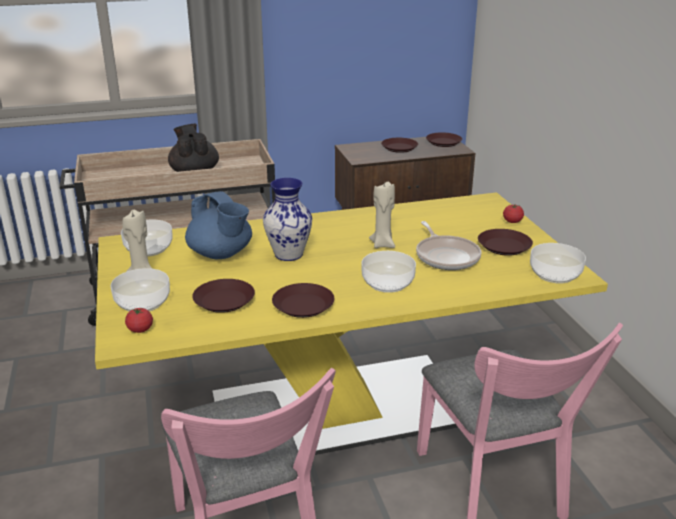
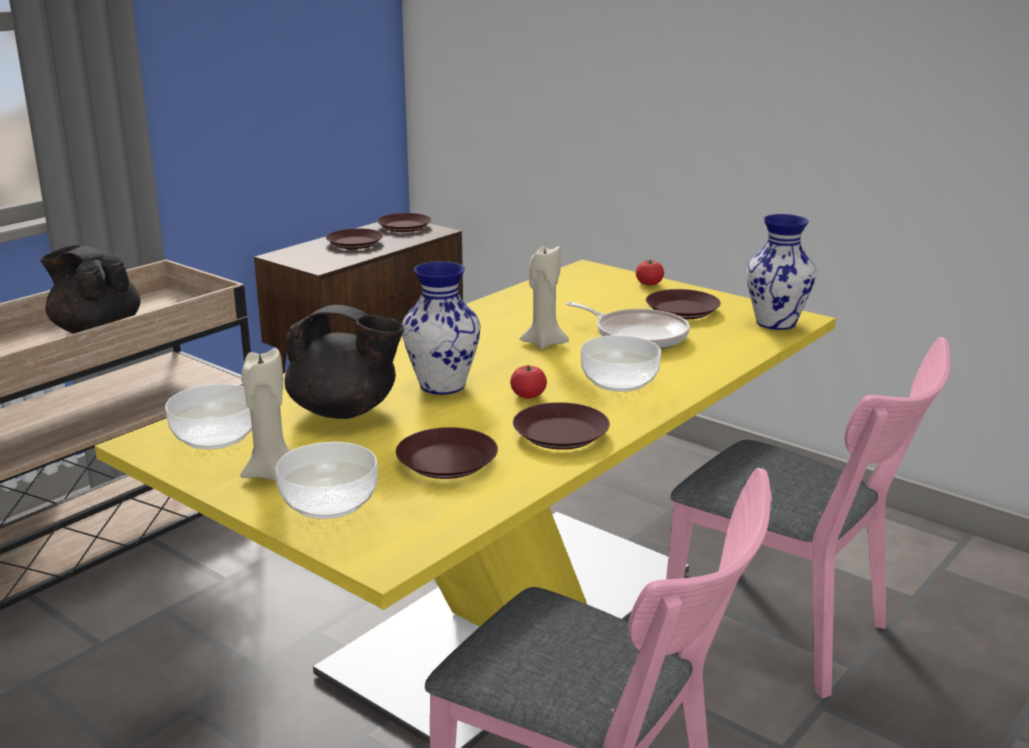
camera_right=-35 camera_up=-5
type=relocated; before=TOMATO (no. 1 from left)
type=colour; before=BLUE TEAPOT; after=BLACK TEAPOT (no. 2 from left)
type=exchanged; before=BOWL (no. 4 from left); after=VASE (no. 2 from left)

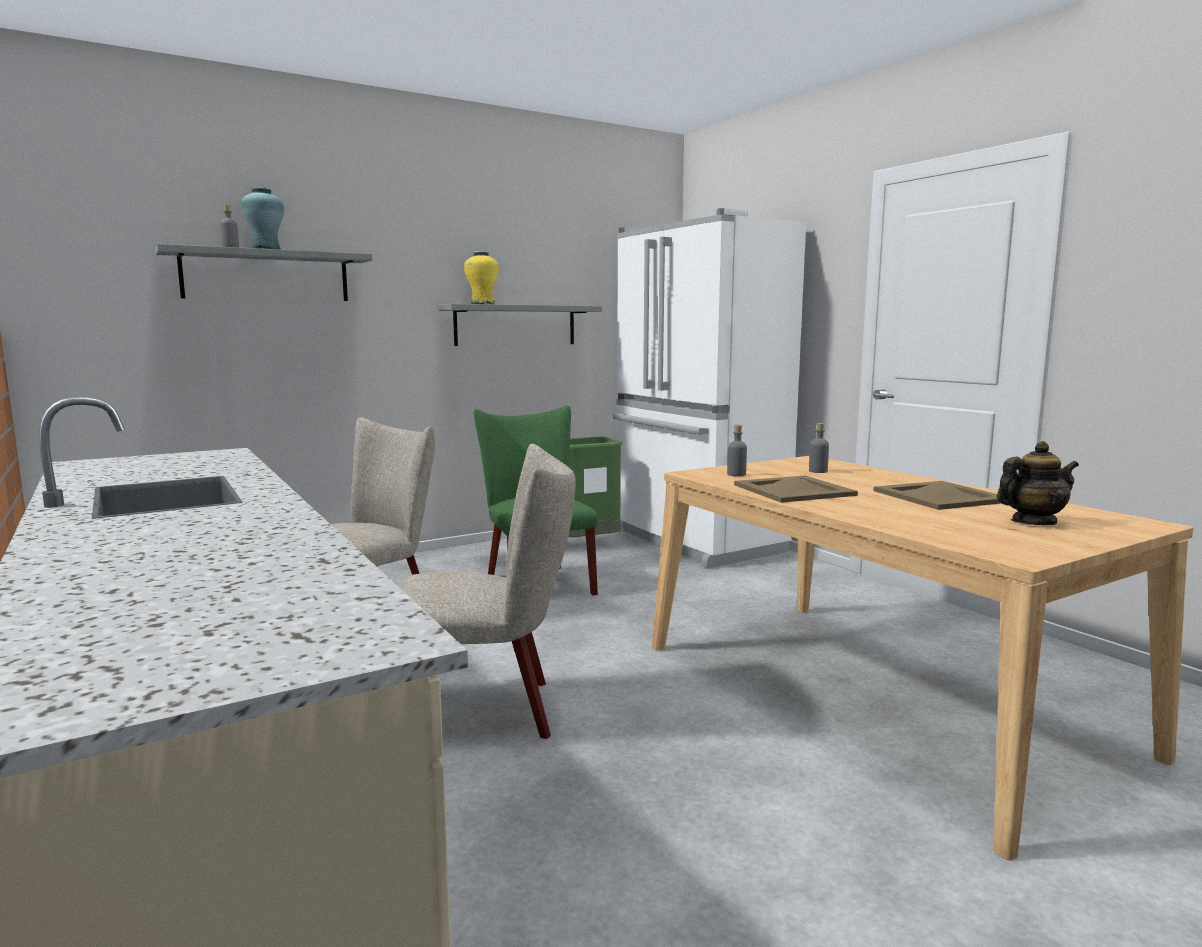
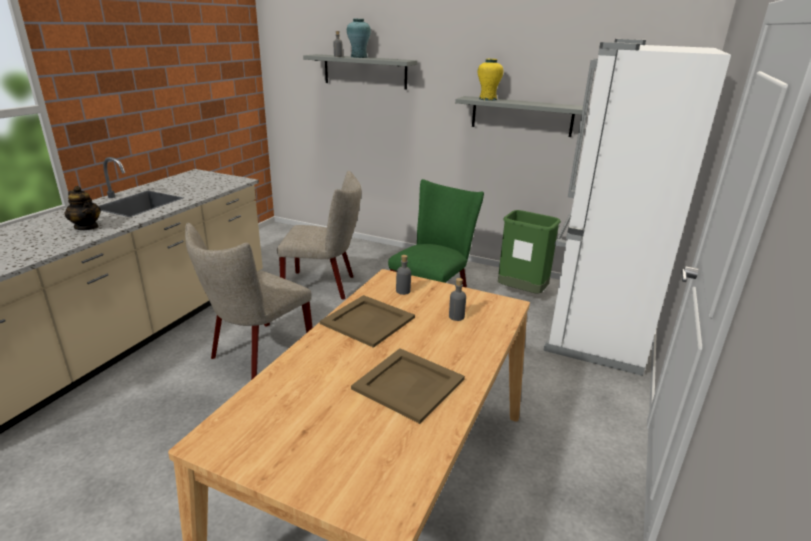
camera_right=55 camera_up=15
type=spun; before=BEIGE CHAIR (no. 2 from left in the first image); turn=75
type=relocated; before=TEAPOT

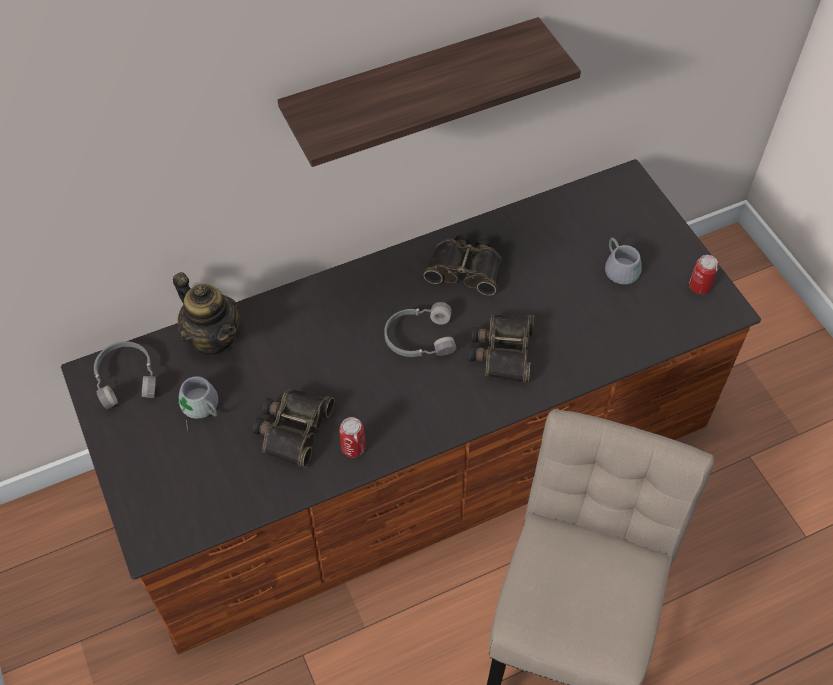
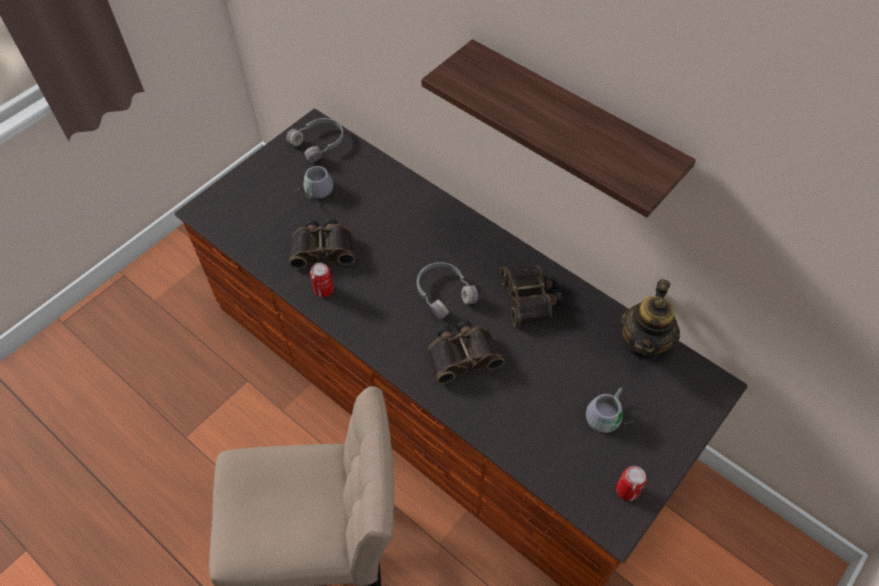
camera_right=65 camera_up=0
type=relocated; before=TEAPOT

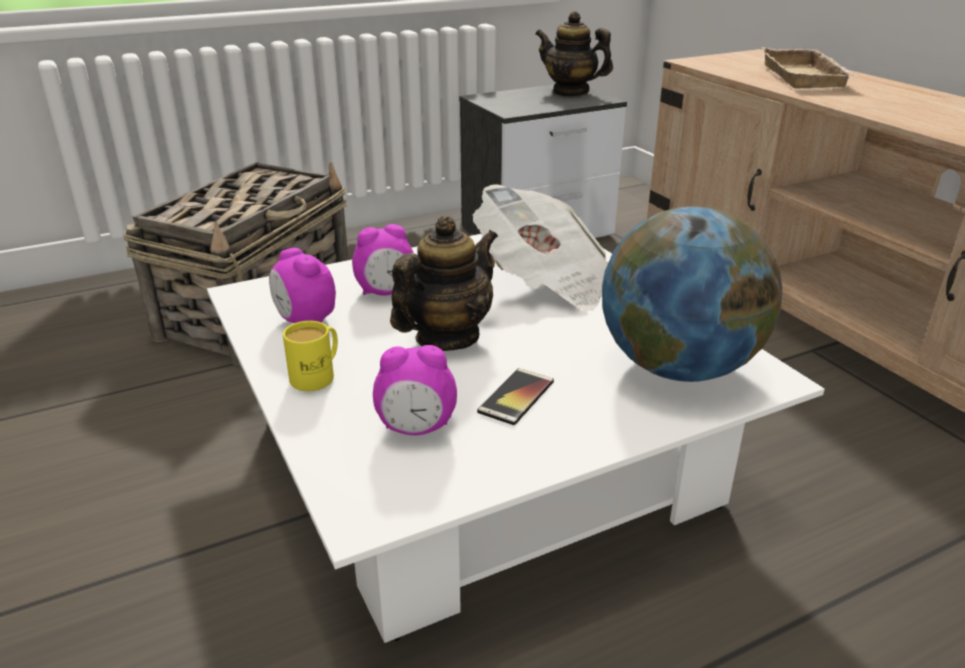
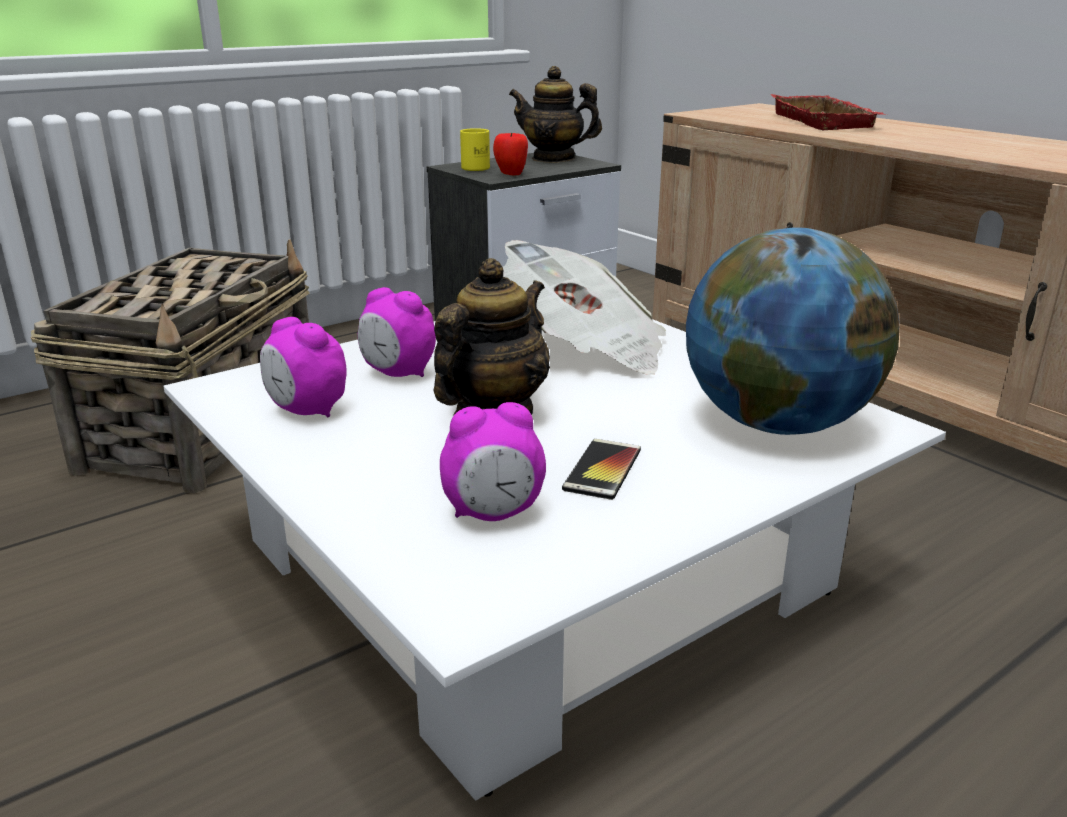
camera_right=-10 camera_up=-5
type=relocated; before=YELLOW MUG
type=spun; before=ALARM CLOCK (no. 2 from left); turn=60
type=colour; before=BEIGE TRAY; after=RED TRAY
type=appeared; after=APPLE

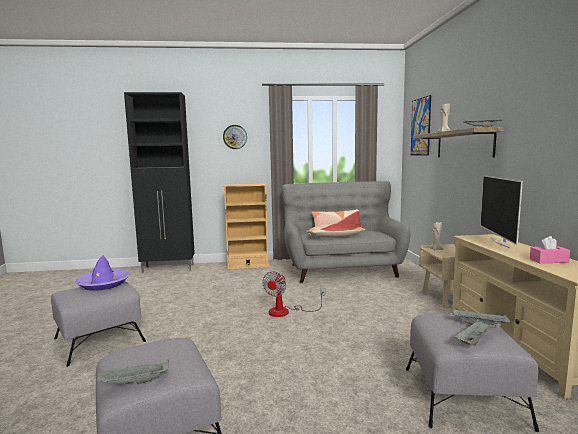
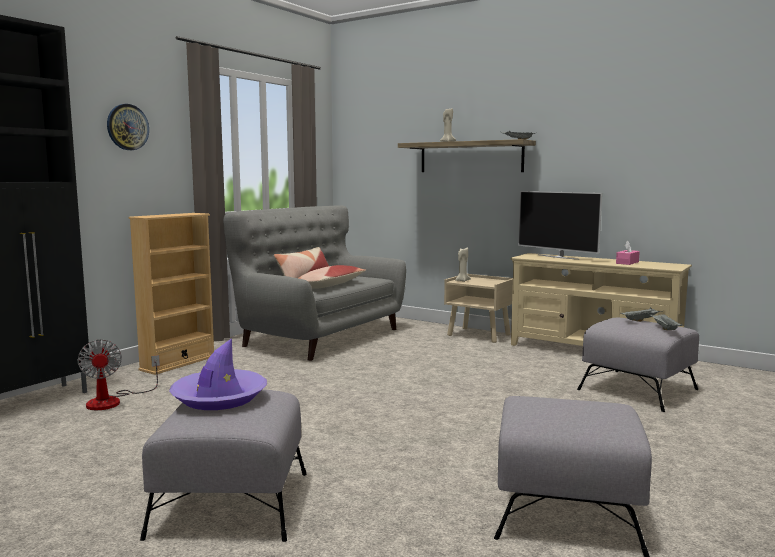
camera_right=-50 camera_up=0
type=missing; before=GREY TRAY (no. 1 from left)
type=relocated; before=FAN
type=missing; before=PICTURE

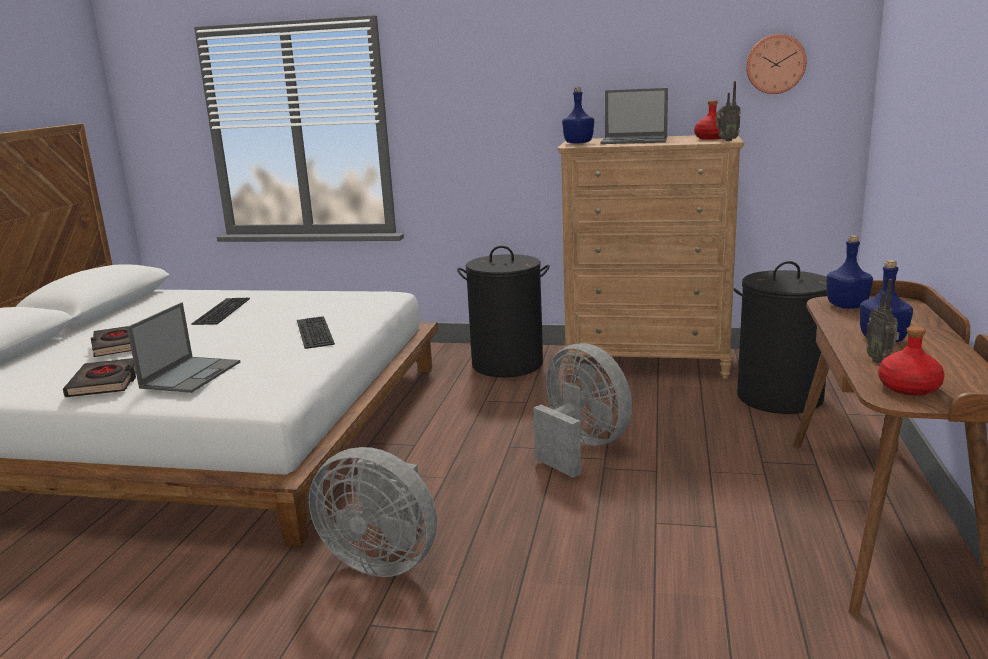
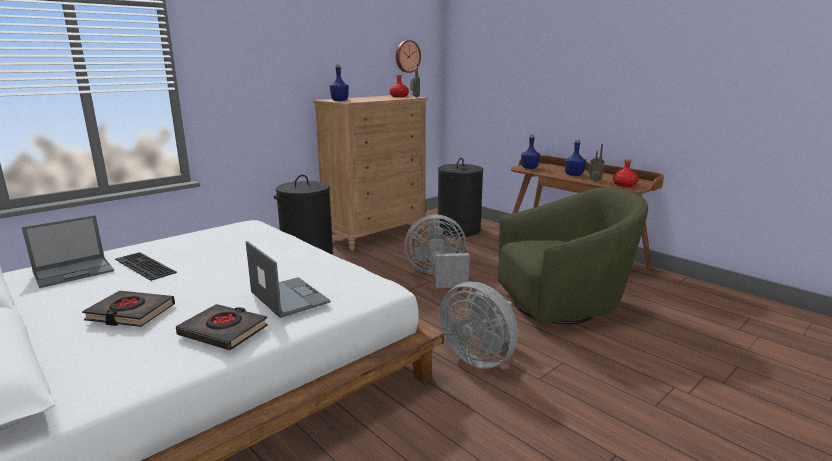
camera_right=-55 camera_up=0
type=missing; before=KEYBOARD (no. 2 from left)
type=spun; before=GREY FAN (no. 1 from left in the first image); turn=75
type=relocated; before=LAPTOP (no. 2 from left in the first image); after=LAPTOP (no. 1 from left)
type=appeared; after=GREEN ARMCHAIR

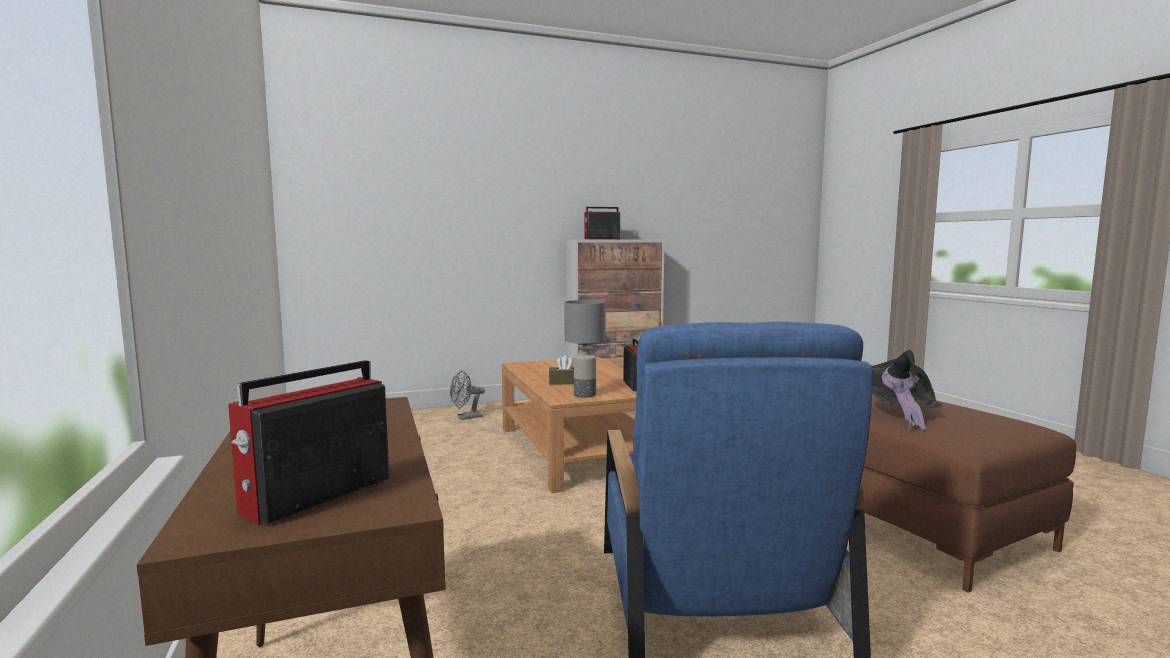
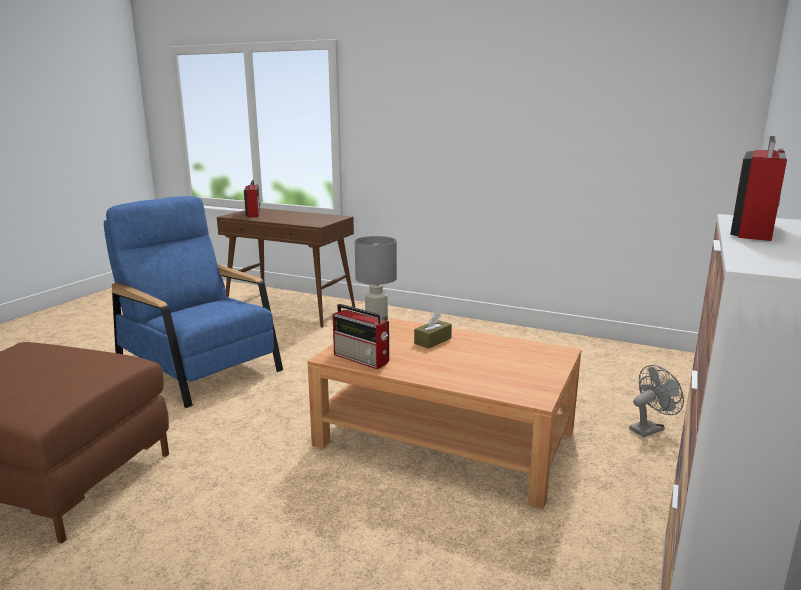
camera_right=135 camera_up=10
type=spun; before=GREY FAN; turn=45
type=missing; before=BLACK HAT

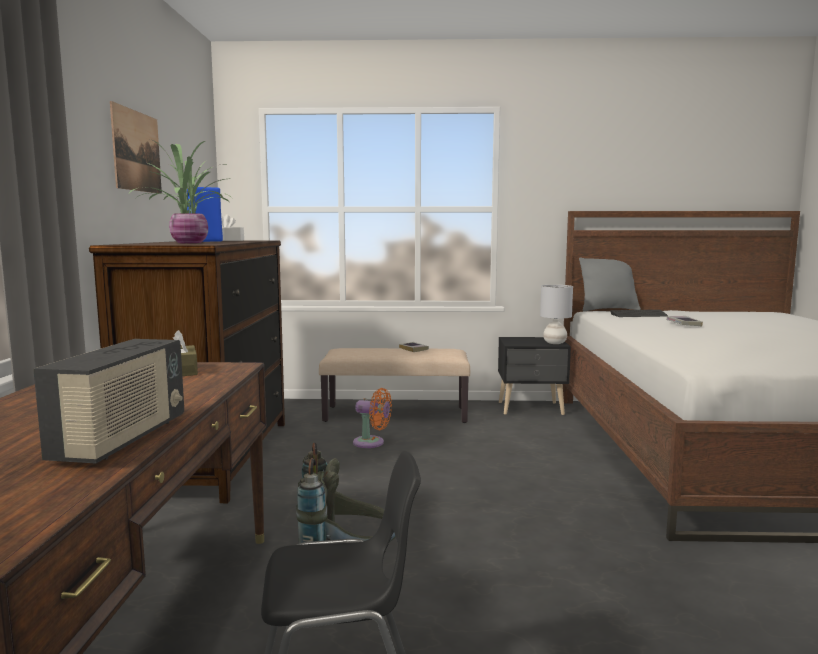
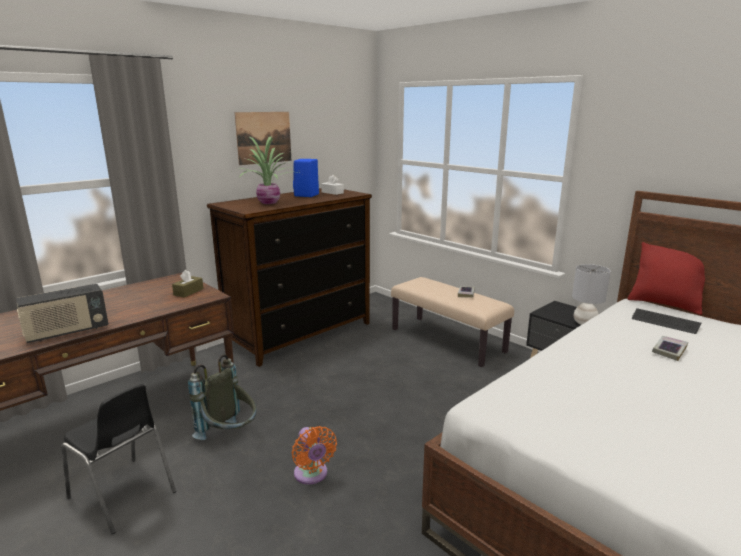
camera_right=45 camera_up=10
type=relocated; before=ORANGE FAN
type=colour; before=GREY PILLOW; after=RED PILLOW

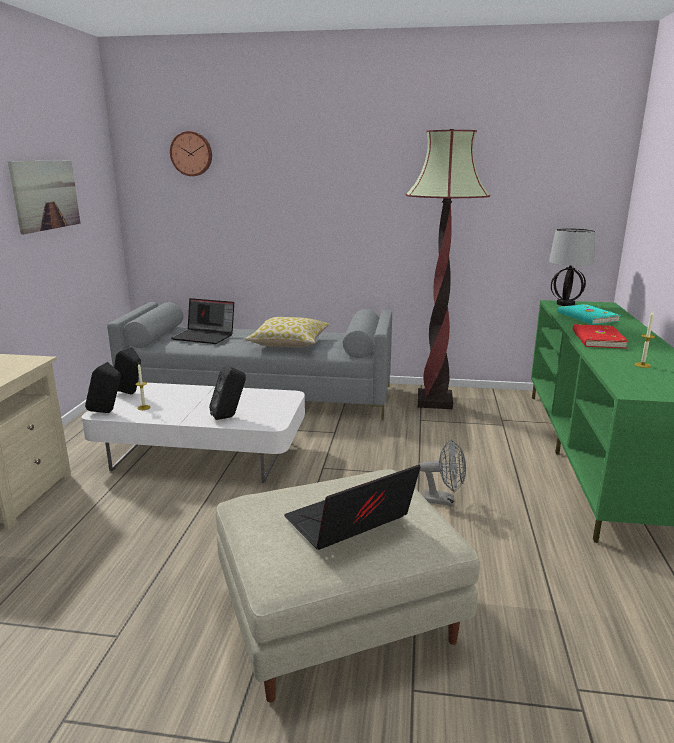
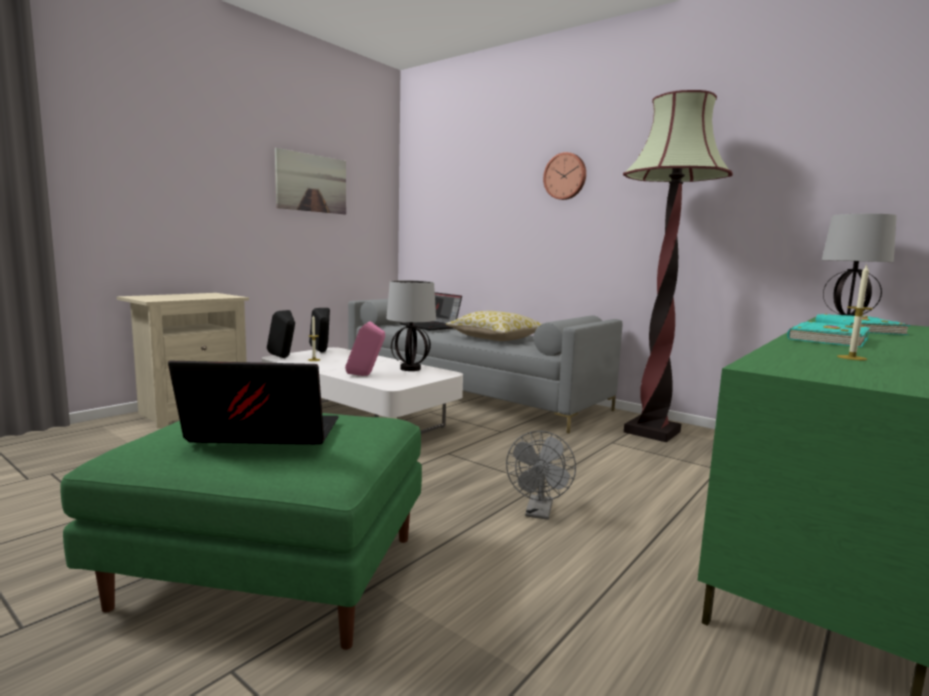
camera_right=30 camera_up=-10
type=relocated; before=WALL CLOCK
type=colour; before=BLACK SPEAKER (no. 3 from left); after=PINK SPEAKER
type=colour; before=BEIGE OTTOMAN; after=GREEN OTTOMAN
type=spun; before=GREY FAN; turn=60
type=colour; before=RED BOOK; after=TURQUOISE BOOK (no. 1 from left)
type=appeared; after=TABLE LAMP (no. 1 from left)

